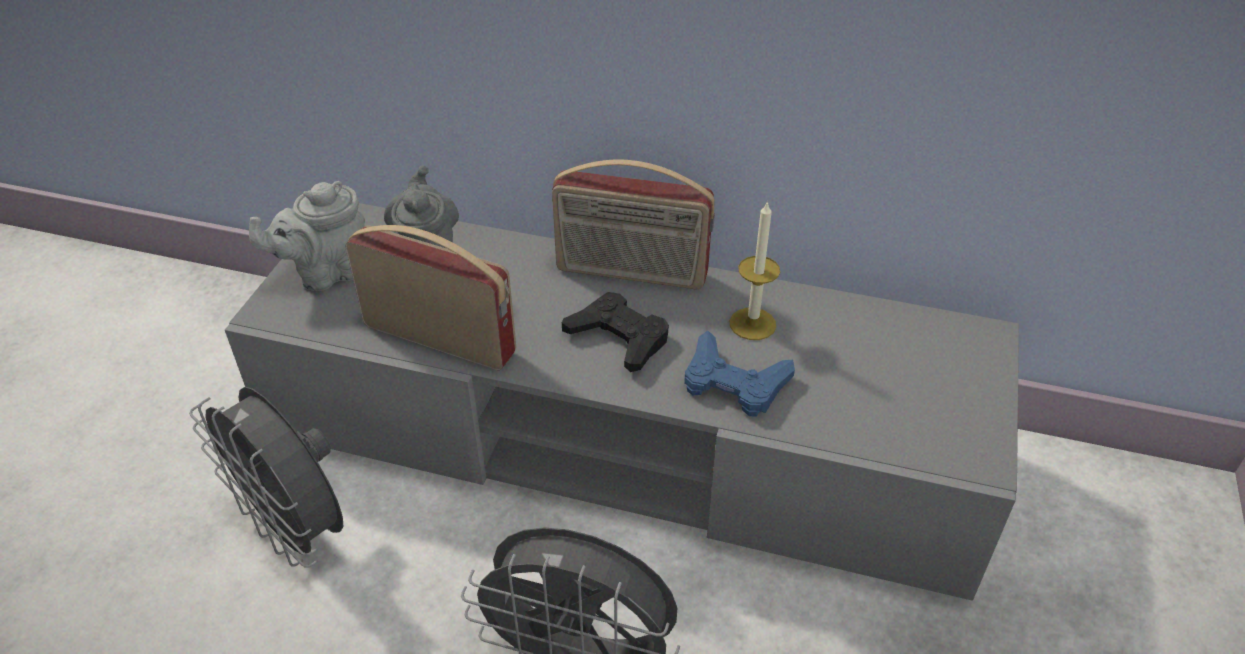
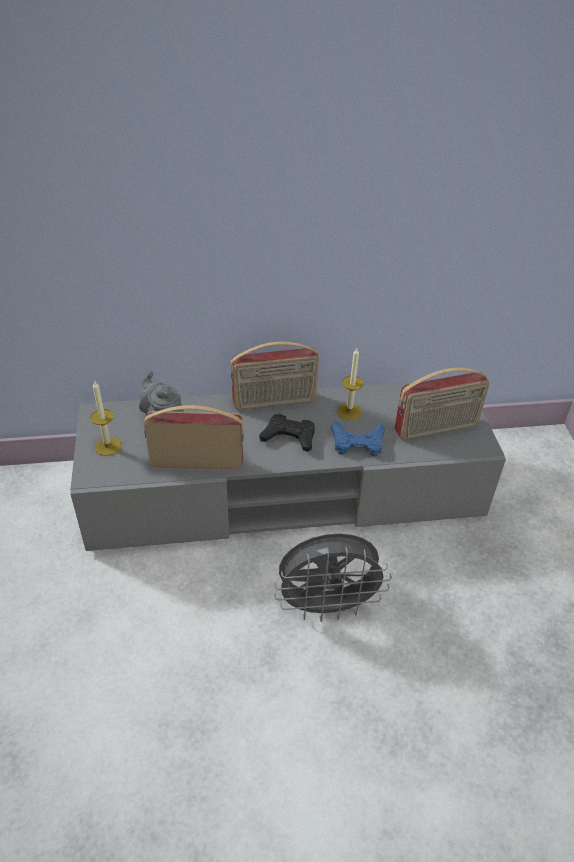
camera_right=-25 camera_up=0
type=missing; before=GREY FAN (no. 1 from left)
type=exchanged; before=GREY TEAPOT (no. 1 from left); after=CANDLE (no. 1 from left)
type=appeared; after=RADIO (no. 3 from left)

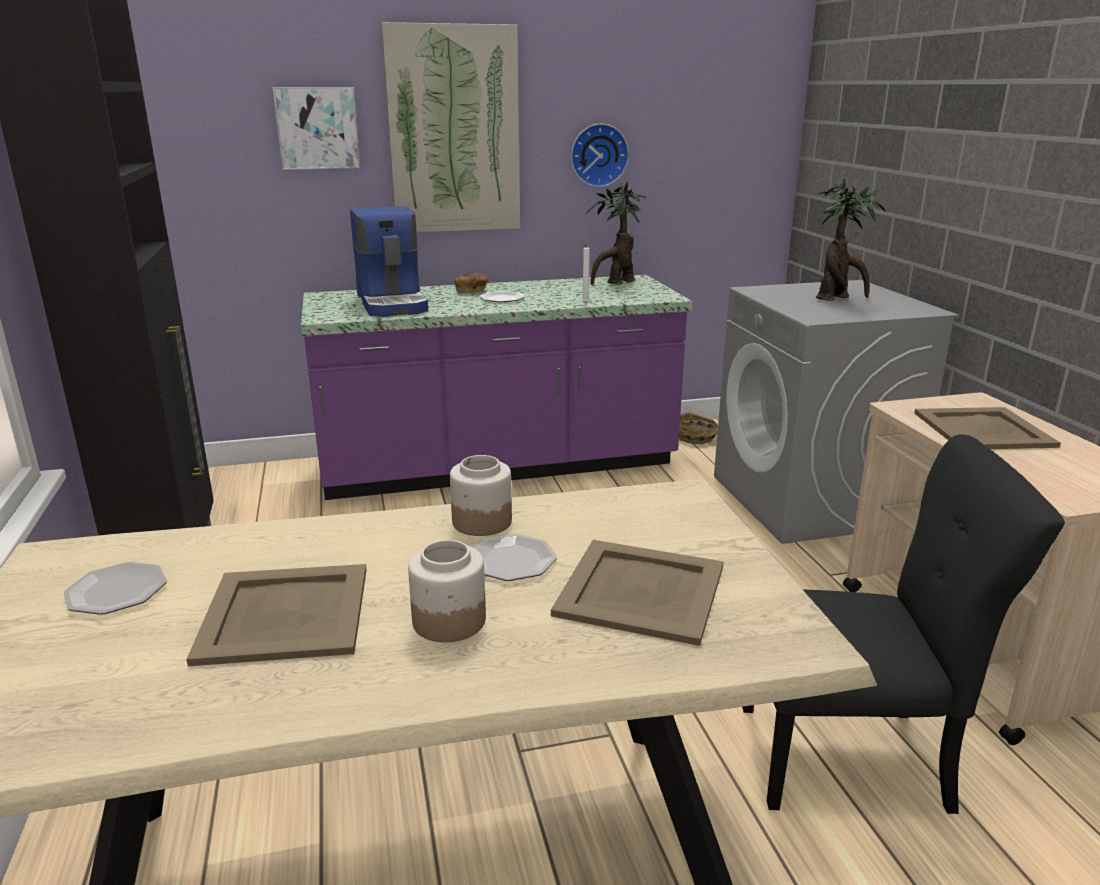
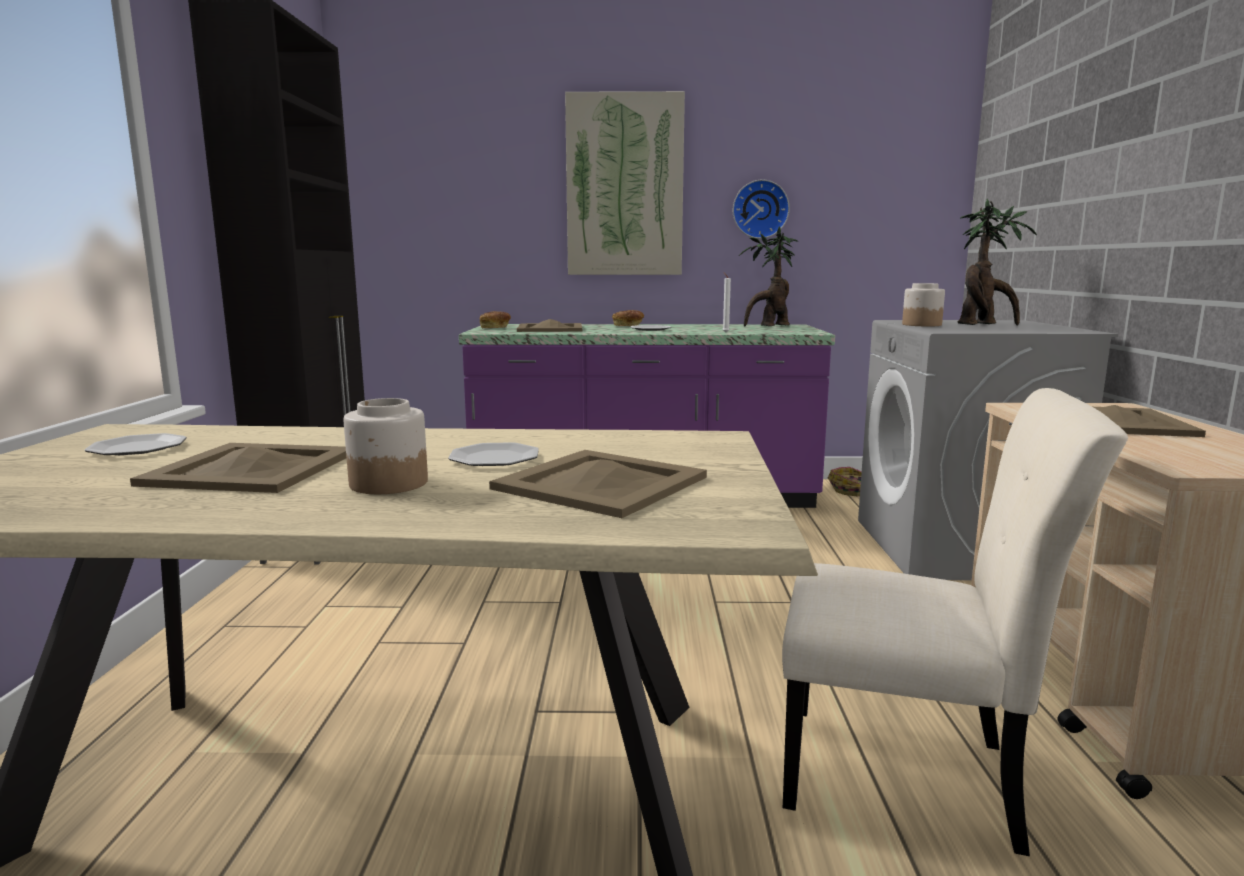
camera_right=15 camera_up=-10
type=missing; before=PICTURE (no. 1 from left)
type=exchanged; before=COFFEE MACHINE; after=BEIGE TRAY (no. 2 from left)
type=relocated; before=JAR (no. 2 from left)
type=colour; before=BLACK CHAIR; after=BEIGE CHAIR
type=appeared; after=BREAD (no. 1 from left)

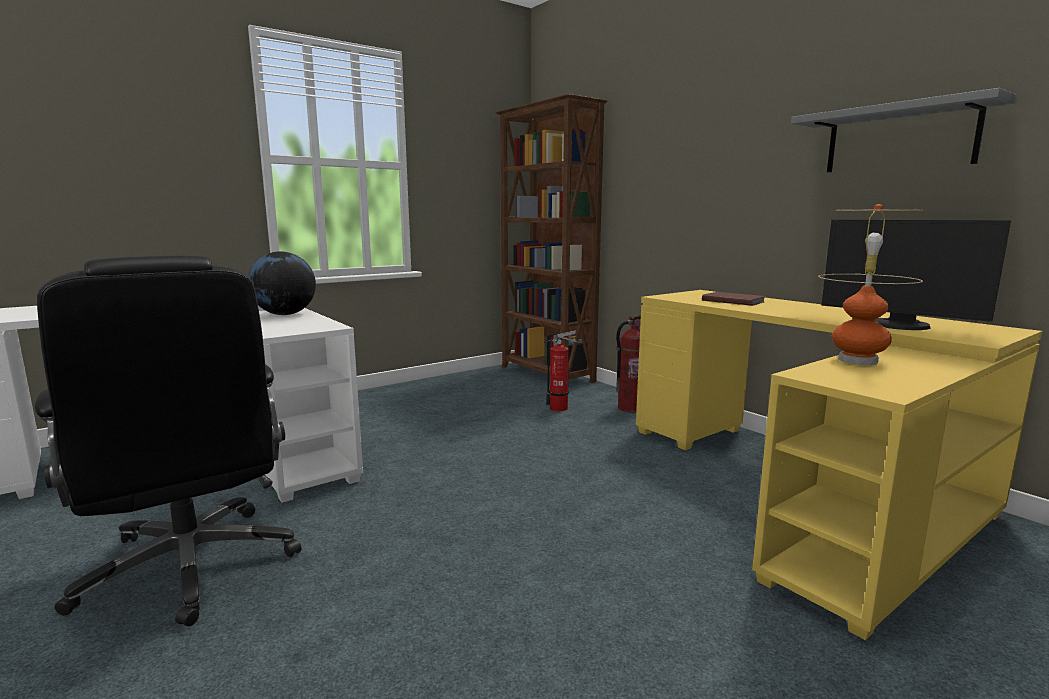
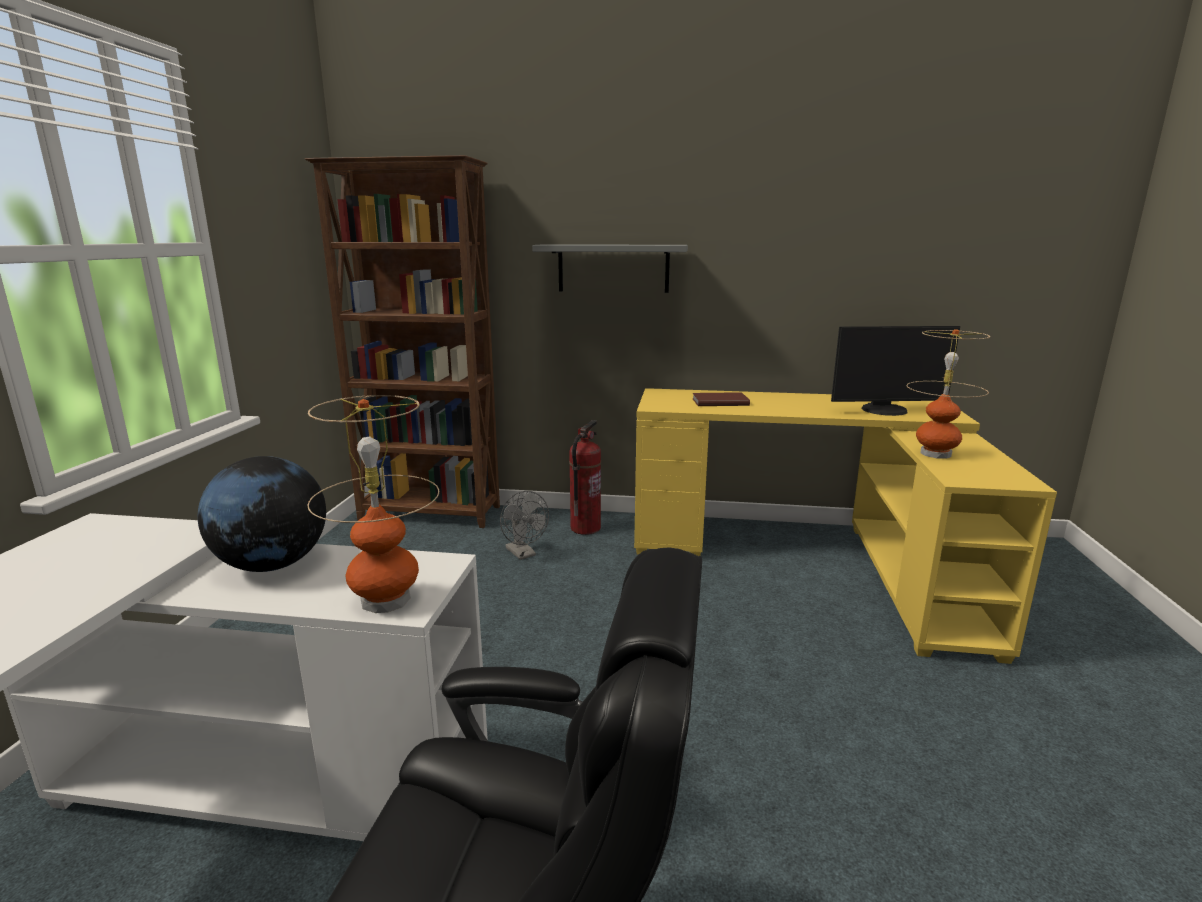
camera_right=-45 camera_up=5
type=exchanged; before=FIRE EXTINGUISHER (no. 1 from left); after=GREY FAN
type=relocated; before=GREY SHELF
type=appeared; after=TABLE LAMP (no. 1 from left)

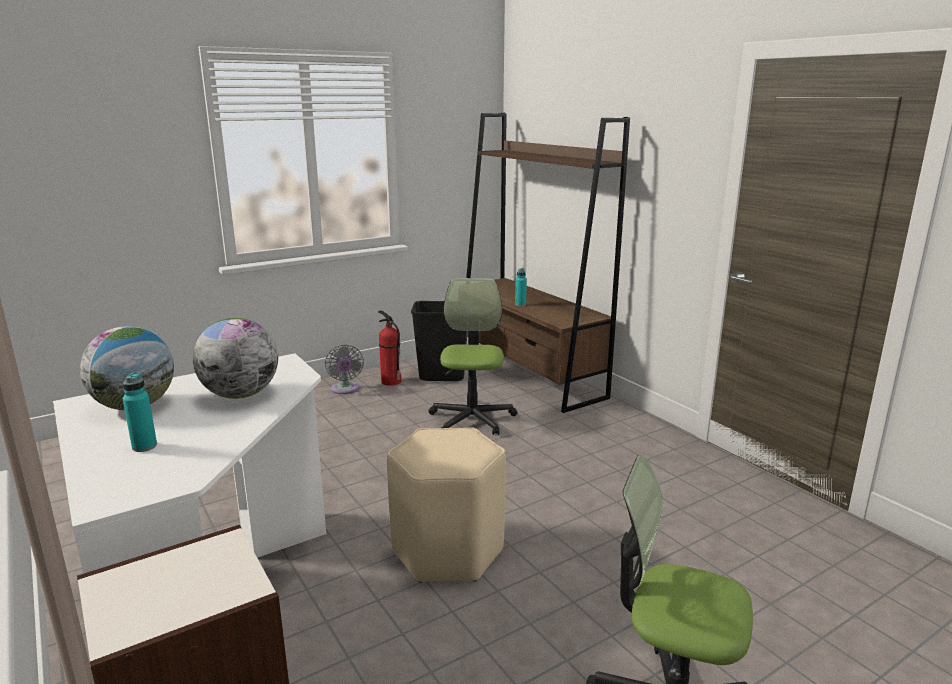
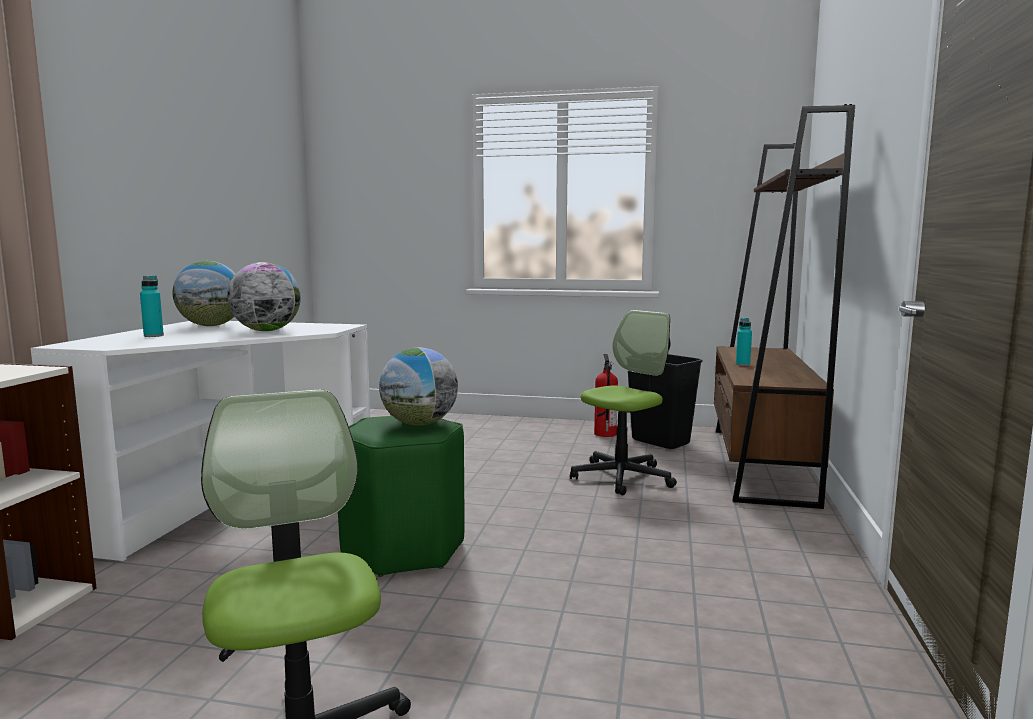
camera_right=45 camera_up=-10
type=missing; before=GREY FAN
type=colour; before=BEIGE STOOL; after=GREEN STOOL
type=appeared; after=GLOBE (no. 3 from left)

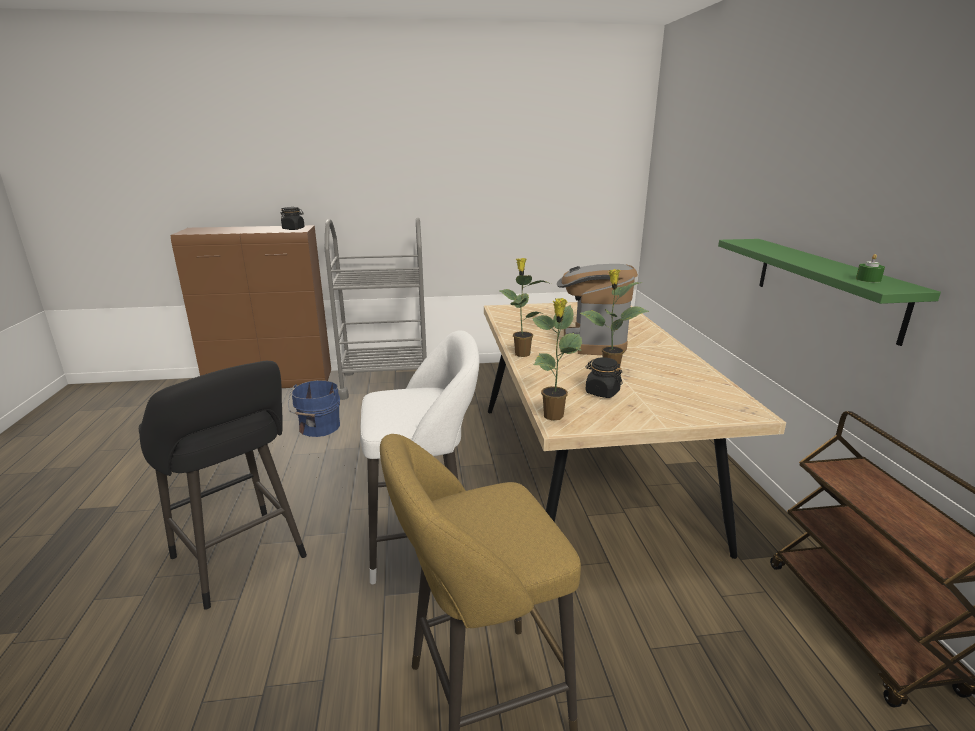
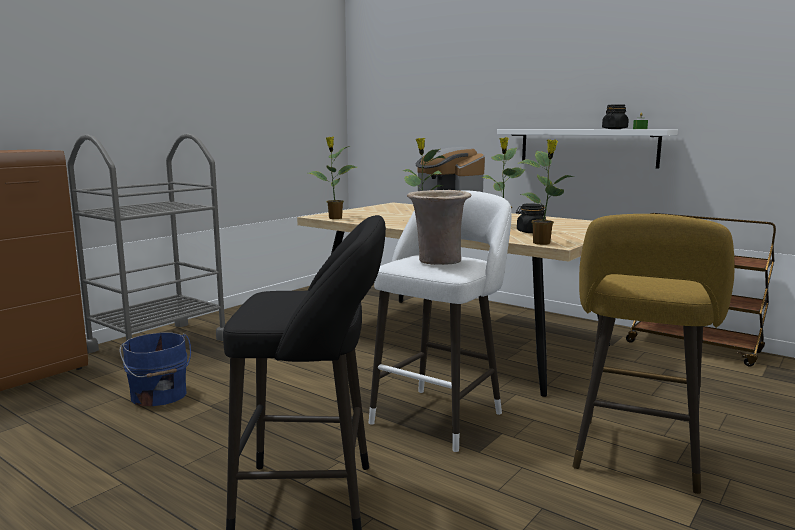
camera_right=-45 camera_up=-10
type=relocated; before=BLACK JAR (no. 1 from left in the first image); after=BLACK JAR (no. 2 from left)
type=colour; before=GREEN SHELF; after=WHITE SHELF
type=appeared; after=POTTED PLANT (no. 1 from left)
type=appeared; after=BEIGE VASE

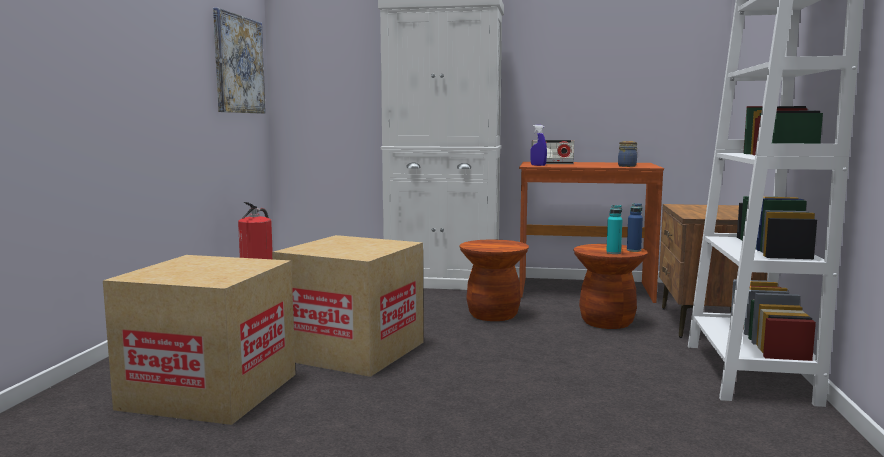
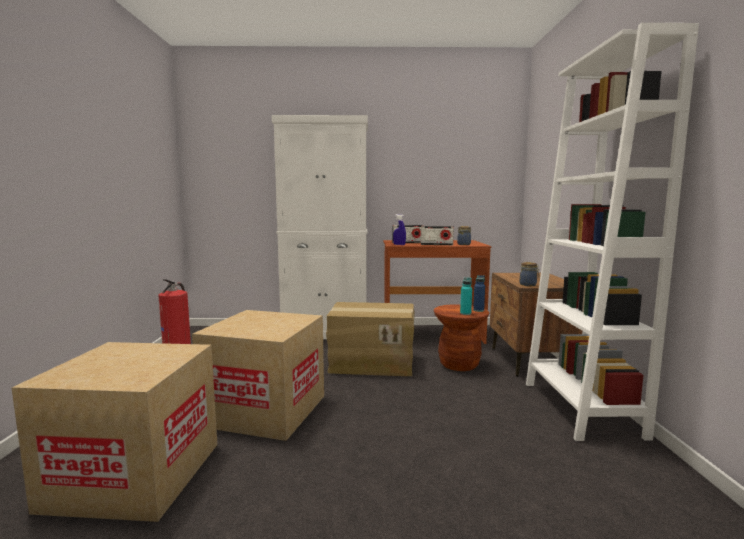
camera_right=-10 camera_up=0
type=missing; before=PICTURE
type=exchanged; before=BROWN STOOL (no. 1 from left); after=CARDBOARD BOX (no. 3 from left)
type=appeared; after=RADIO (no. 2 from left)
type=appeared; after=JAR (no. 2 from left)

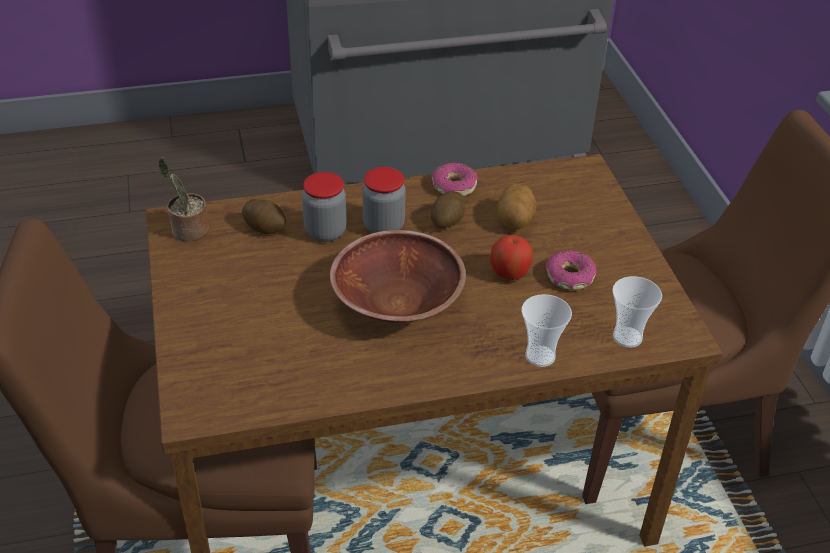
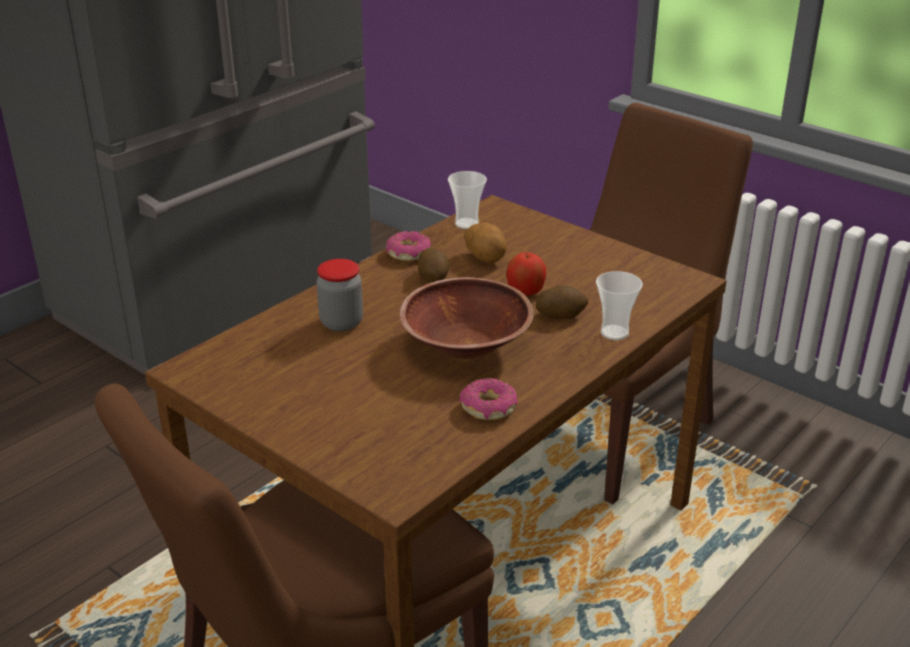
camera_right=-35 camera_up=-10
type=missing; before=POTTED PLANT
type=relocated; before=POTATO (no. 1 from left in the first image); after=POTATO (no. 3 from left)
type=missing; before=JAR (no. 2 from left)
type=relocated; before=DONUT (no. 2 from left)
type=relocated; before=CUP (no. 2 from left in the first image); after=CUP (no. 1 from left)

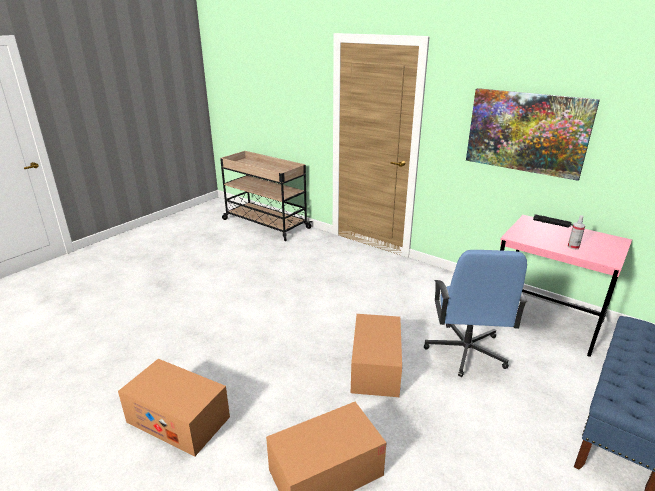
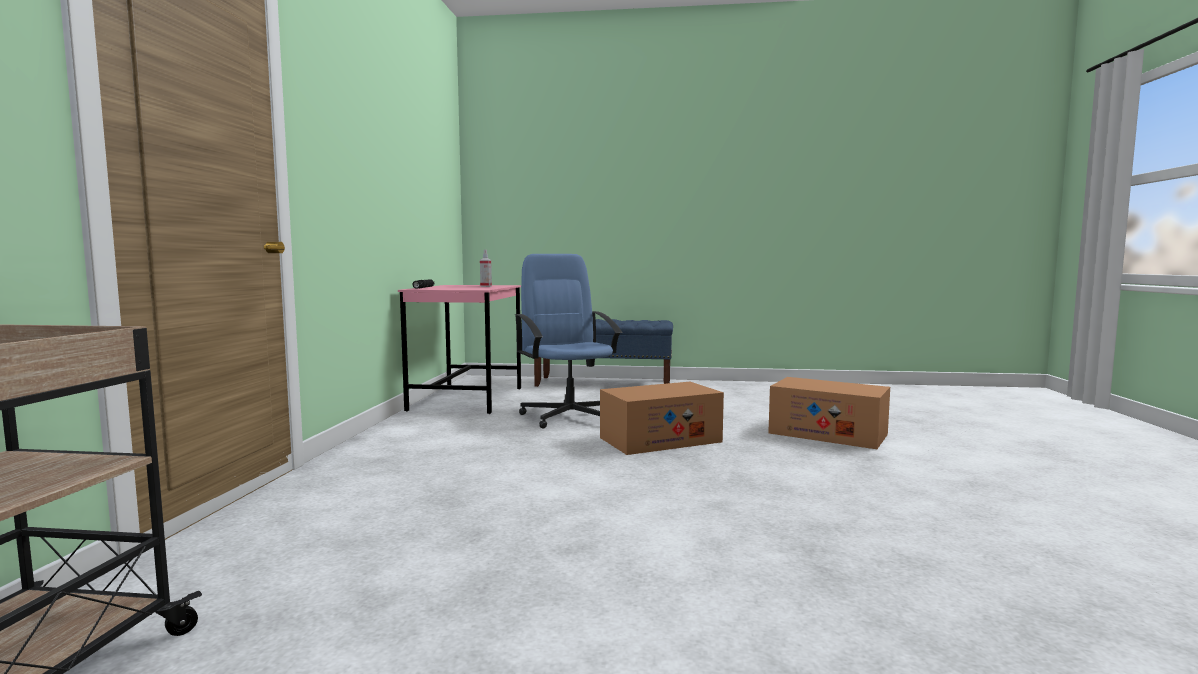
camera_right=-120 camera_up=-20
type=missing; before=CARDBOARD BOX (no. 1 from left)
type=spun; before=BLUE OFFICE CHAIR; turn=-90
type=missing; before=PICTURE

